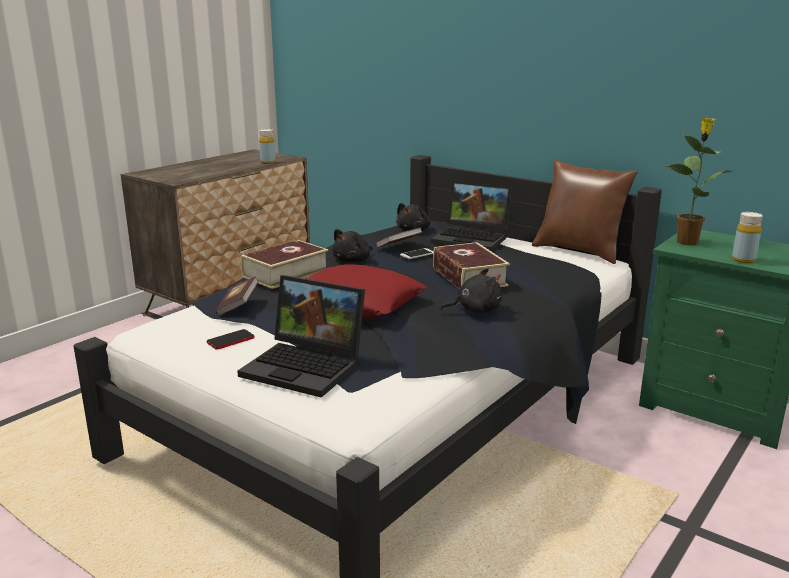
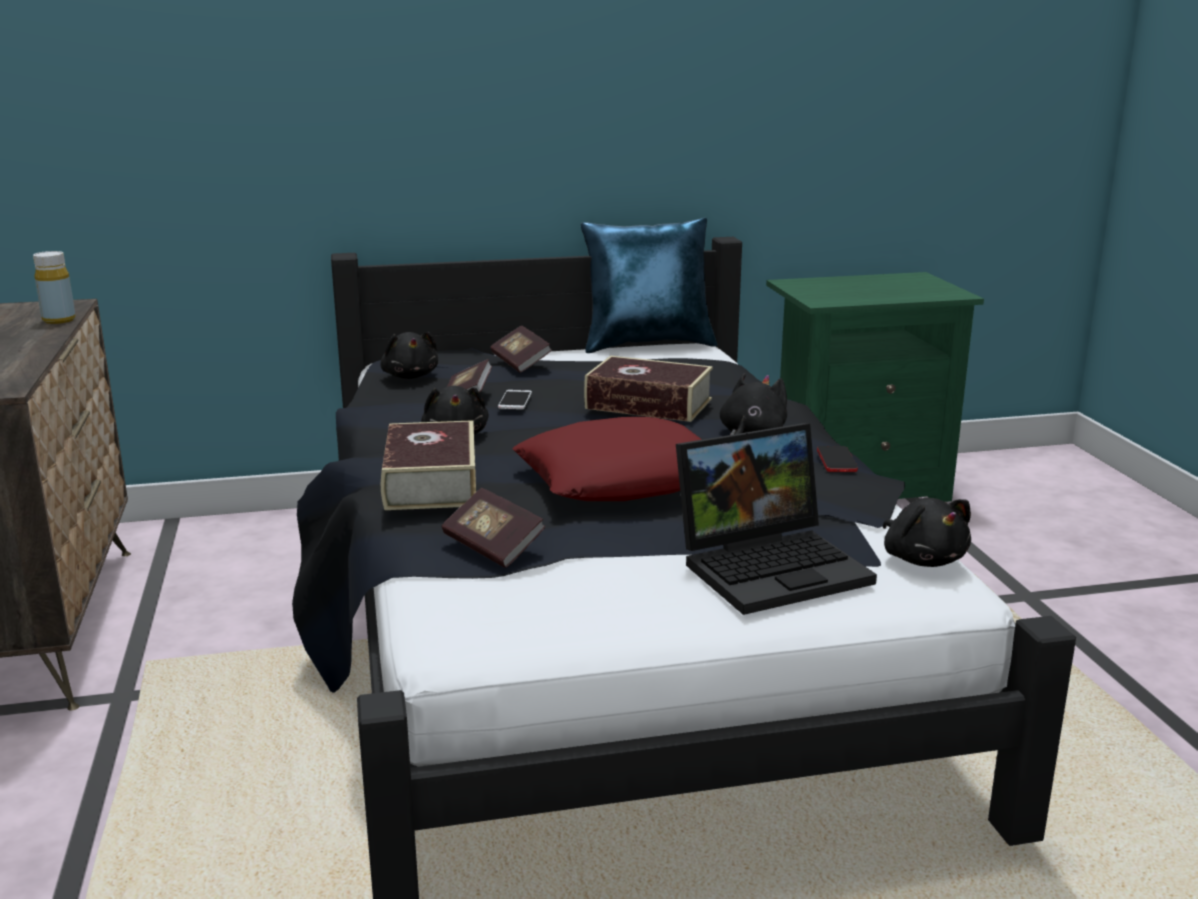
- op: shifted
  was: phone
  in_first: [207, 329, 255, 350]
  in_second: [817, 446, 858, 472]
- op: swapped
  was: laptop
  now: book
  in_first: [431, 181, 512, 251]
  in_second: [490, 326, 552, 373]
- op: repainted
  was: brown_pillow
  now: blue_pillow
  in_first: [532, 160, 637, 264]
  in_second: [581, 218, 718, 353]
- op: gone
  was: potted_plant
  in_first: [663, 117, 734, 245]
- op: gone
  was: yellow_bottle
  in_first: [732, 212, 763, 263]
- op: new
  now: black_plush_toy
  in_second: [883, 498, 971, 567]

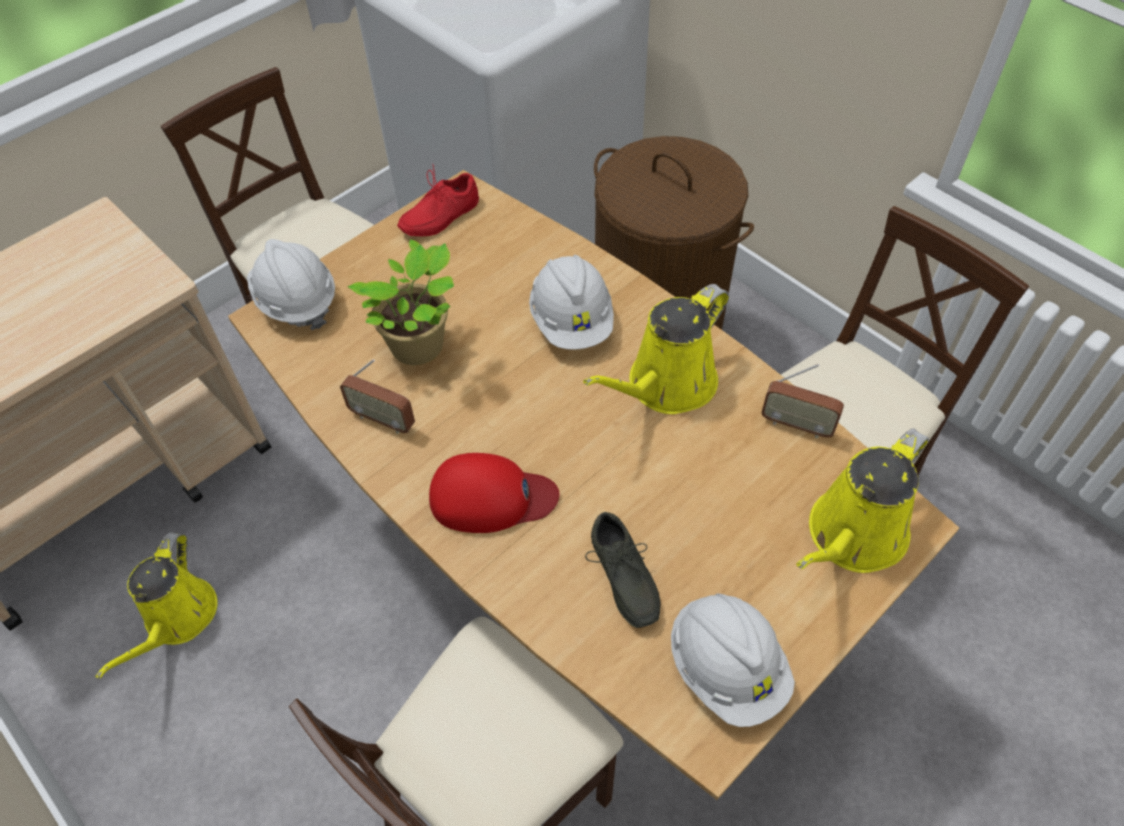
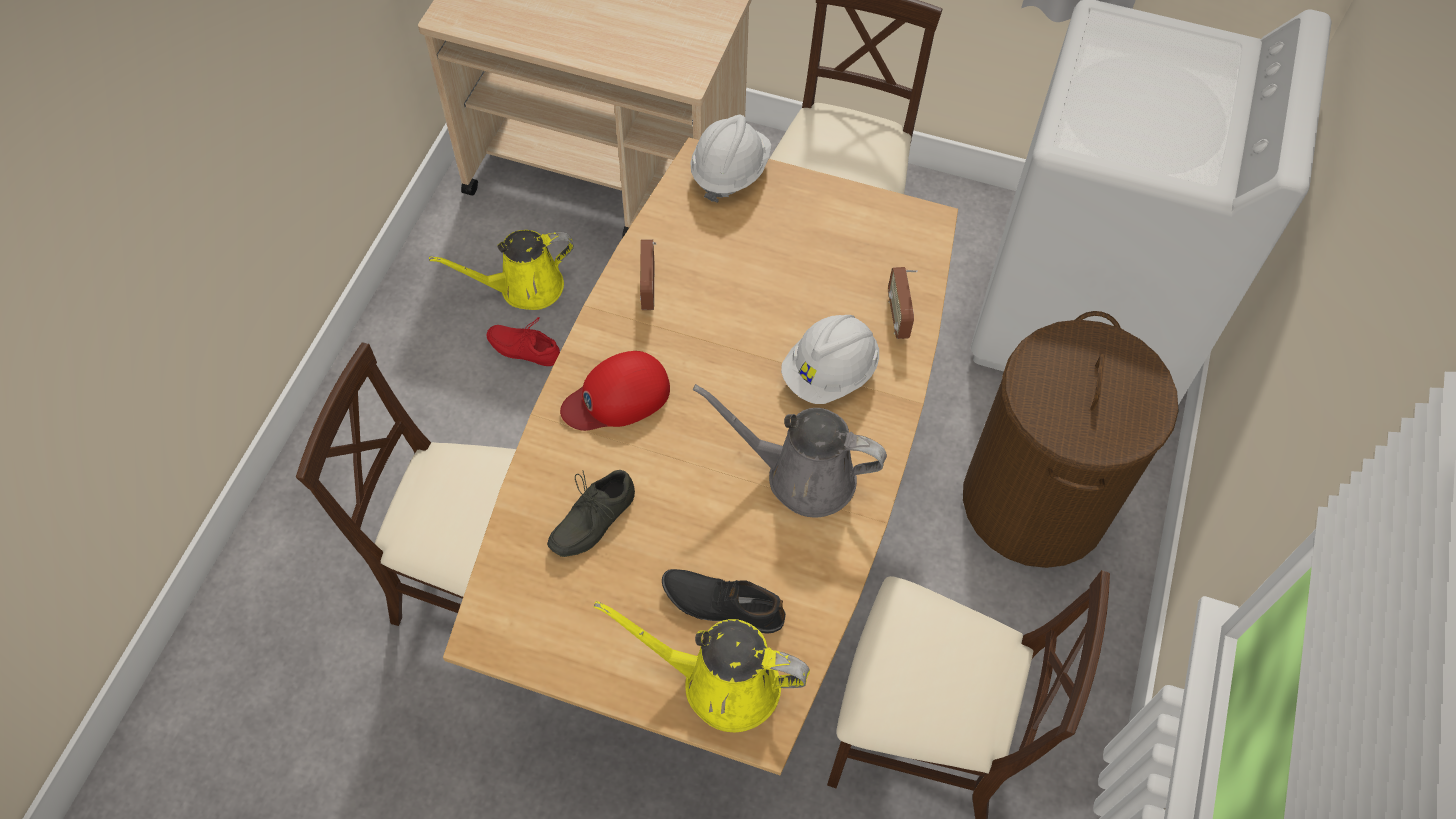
- op: gone
  was: potted_plant
  in_first: [347, 239, 454, 365]
- op: shifted
  was: red_shoe
  in_first: [397, 165, 479, 236]
  in_second: [486, 318, 560, 366]
- op: rotated
  was: red_cap
  in_first: [429, 453, 560, 533]
  in_second: [560, 351, 670, 431]
  clockwise: 90
- op: repainted
  was: yellow_watering_can
  now: grey_watering_can
  in_first: [583, 284, 729, 414]
  in_second: [693, 384, 887, 518]
- op: gone
  was: white_hard_hat
  in_first: [671, 594, 795, 727]
- op: shifted
  was: radio
  in_first: [761, 364, 844, 439]
  in_second: [888, 267, 918, 339]
- op: new
  now: black_shoe
  in_second: [662, 569, 786, 634]

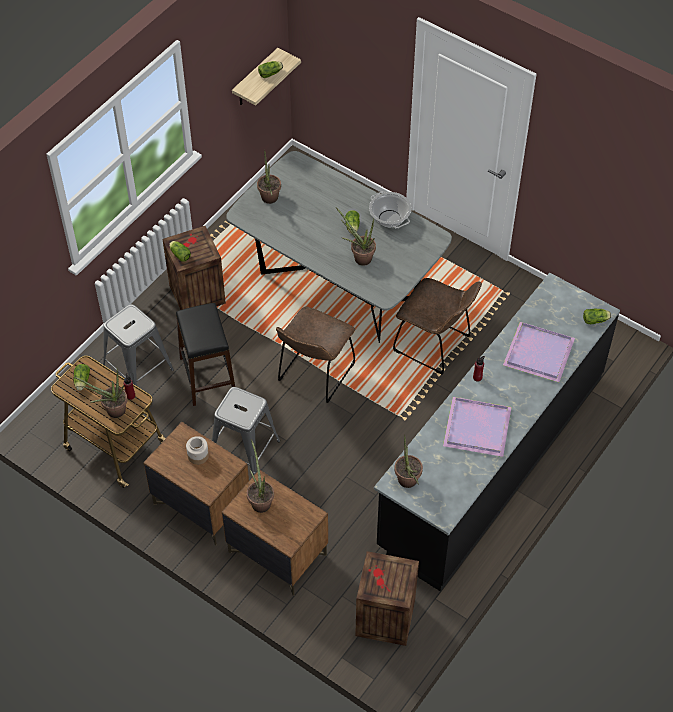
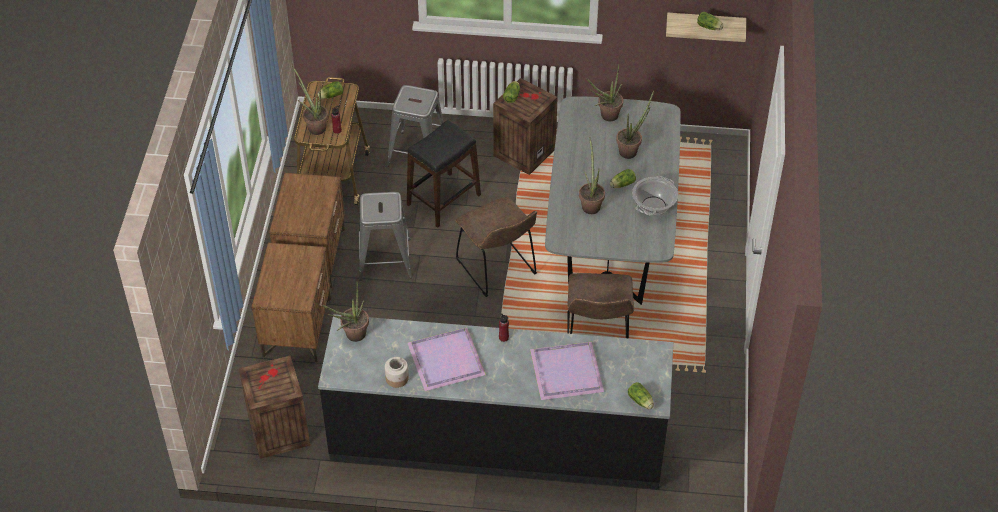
- op: shifted
  was: jar
  in_first: [186, 436, 209, 465]
  in_second: [385, 357, 409, 388]
- op: shifted
  was: potted_plant
  in_first: [247, 439, 274, 513]
  in_second: [616, 91, 654, 159]
- op: rotated
  was: brown_chair
  in_first: [276, 306, 355, 403]
  in_second: [456, 197, 537, 297]
  clockwise: -120

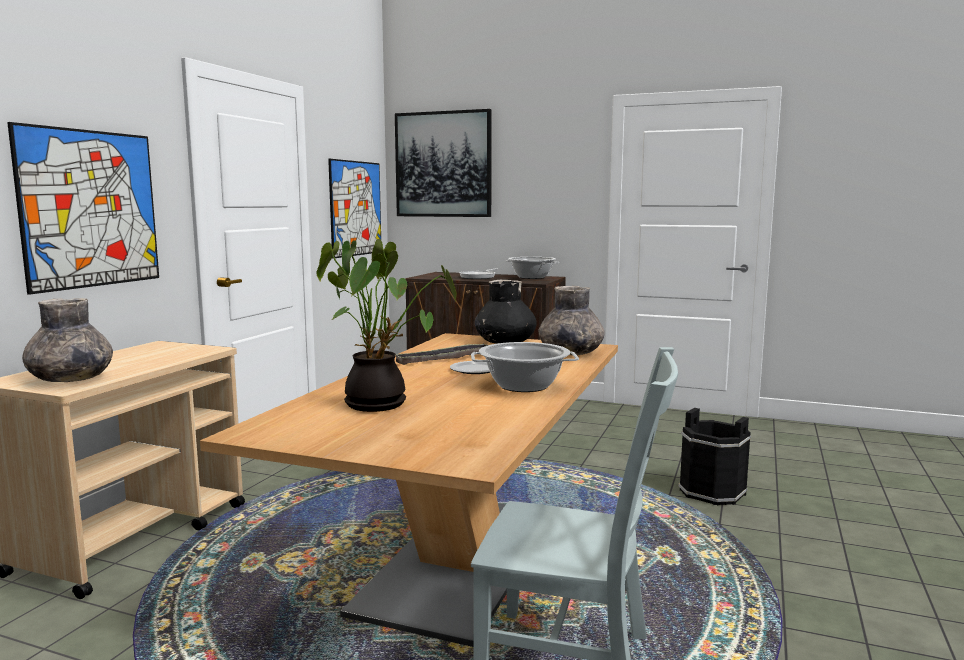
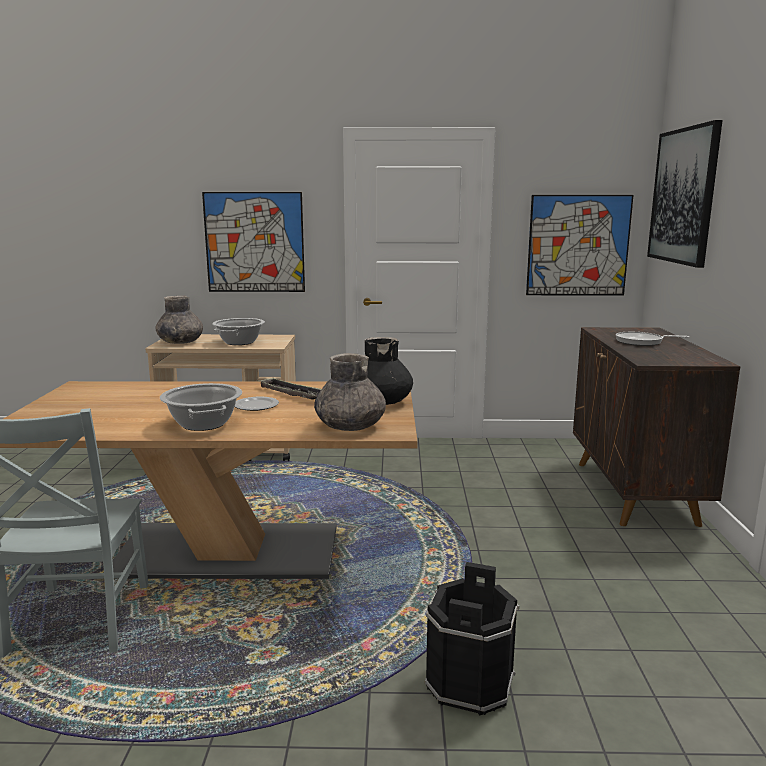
- op: gone
  was: potted_plant
  in_first: [317, 239, 457, 412]
- op: shifted
  was: cooking_pot
  in_first: [505, 257, 560, 279]
  in_second: [212, 318, 265, 345]

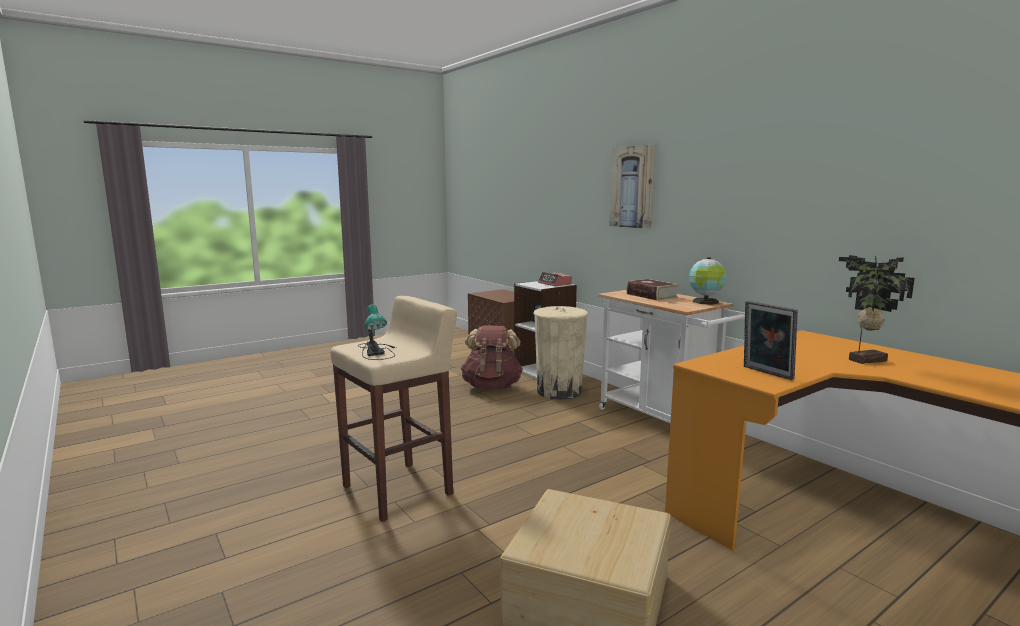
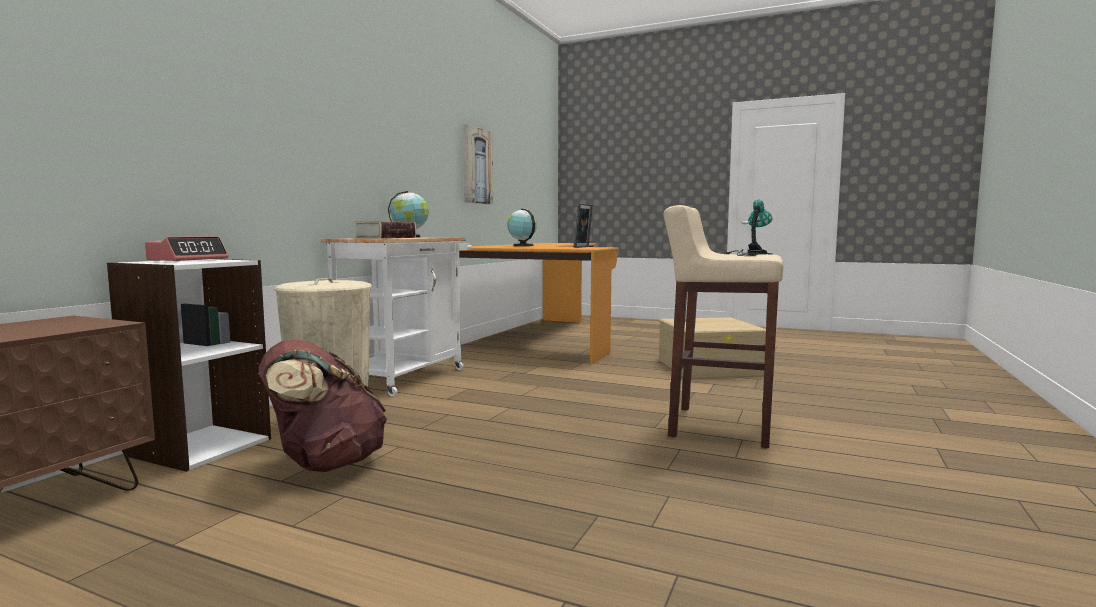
- op: shifted
  was: picture
  in_first: [609, 145, 655, 229]
  in_second: [463, 124, 493, 204]
- op: swapped
  was: potted_plant
  now: globe
  in_first: [839, 255, 915, 364]
  in_second: [507, 209, 537, 246]

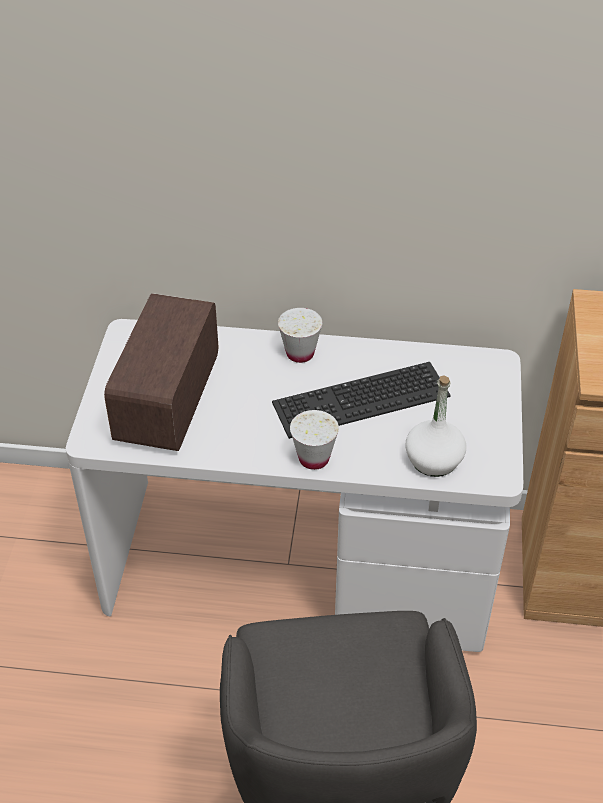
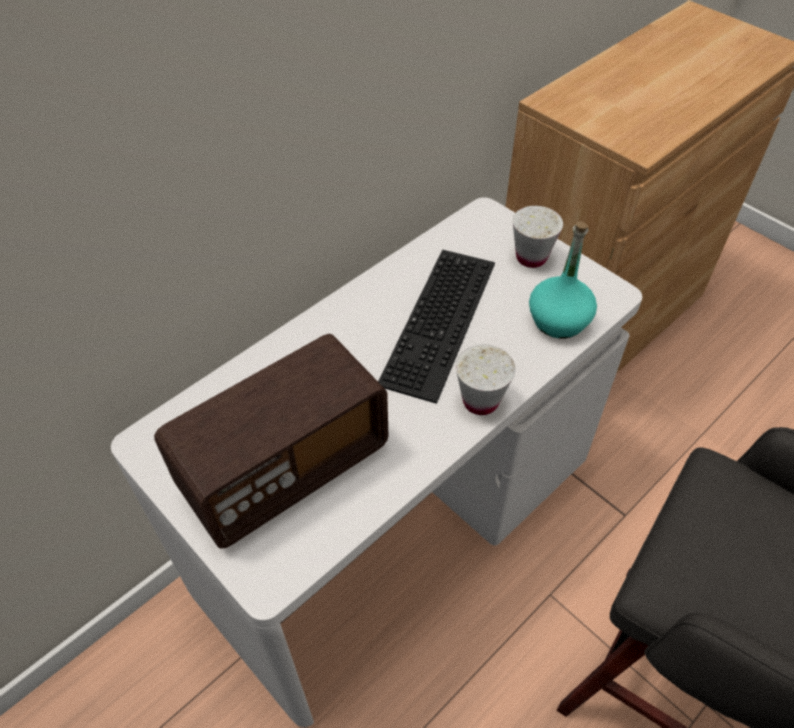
- op: rotated
  was: radio
  in_first: [104, 293, 218, 451]
  in_second: [154, 334, 389, 549]
  clockwise: -90
- op: shifted
  was: white_cup
  in_first: [278, 308, 322, 363]
  in_second: [513, 206, 563, 268]
- op: repainted
  was: white_bottle
  now: turquoise_bottle
  in_first: [405, 375, 466, 477]
  in_second: [529, 221, 597, 338]

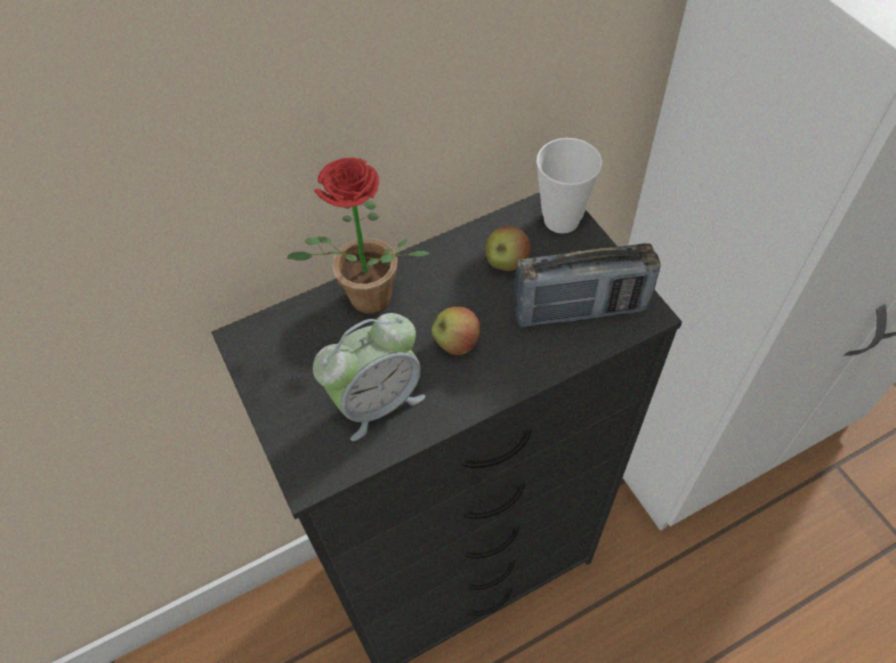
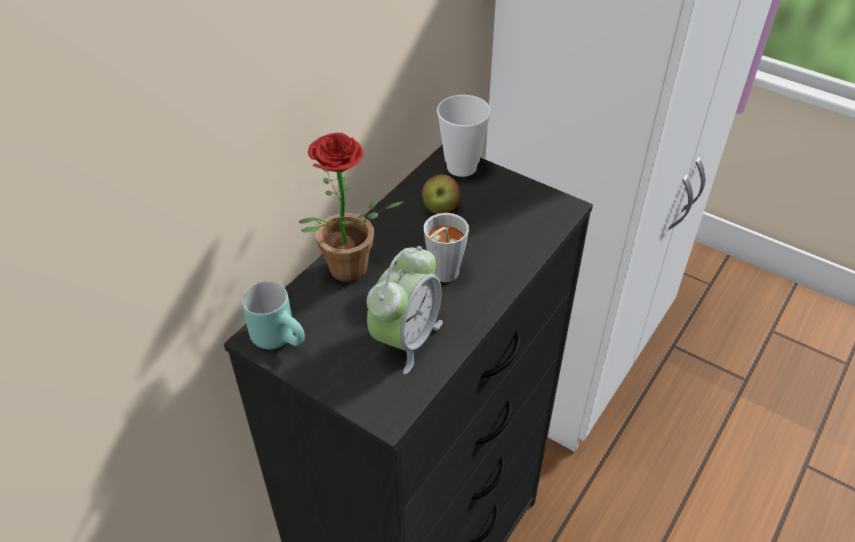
- op: swapped
  was: apple
  now: grey_cup
  in_first: [431, 307, 481, 355]
  in_second: [424, 213, 469, 282]
- op: gone
  was: radio
  in_first: [514, 243, 661, 327]
- op: new
  now: turquoise_mug
  in_second: [242, 281, 305, 349]

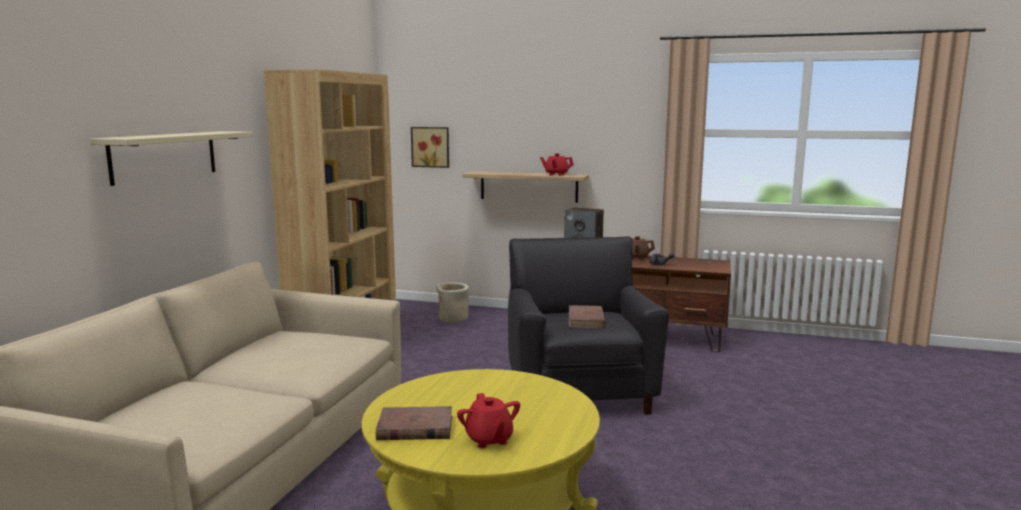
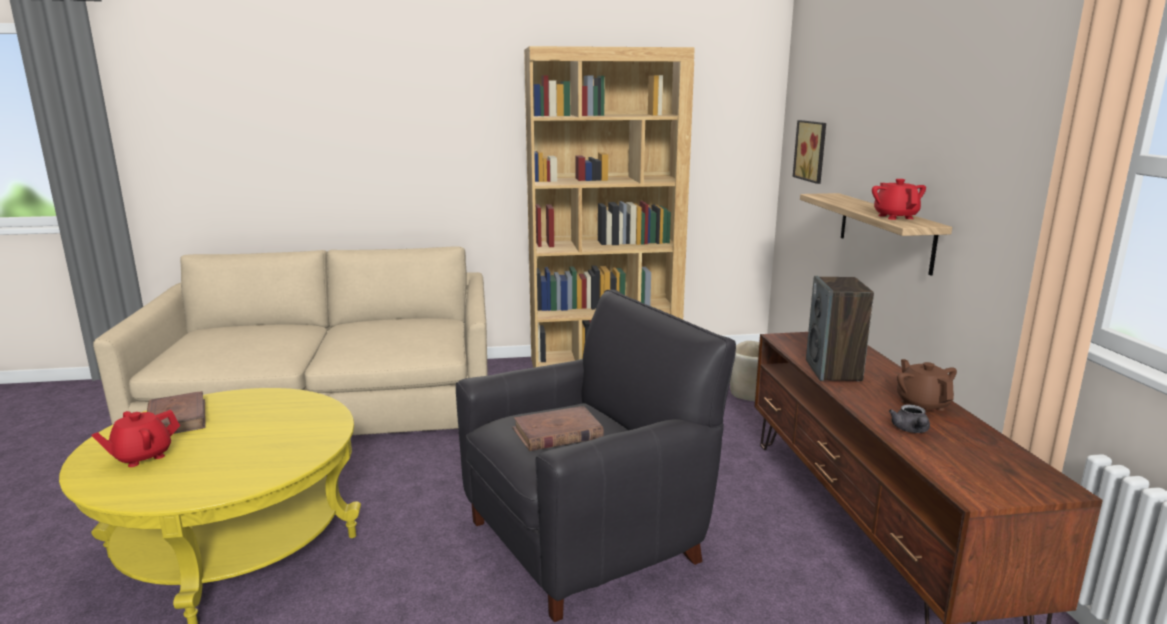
- op: gone
  was: beige_shelf
  in_first: [89, 131, 253, 186]

